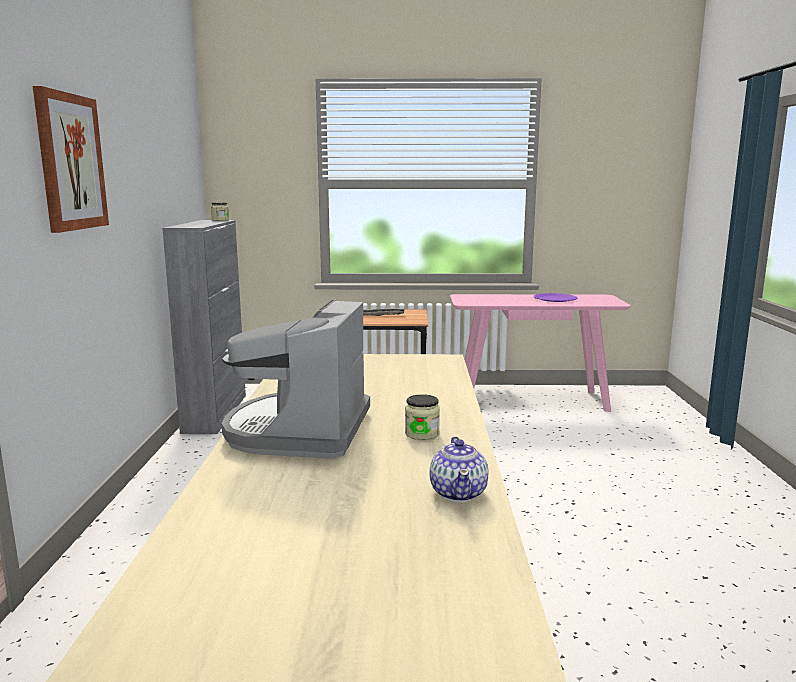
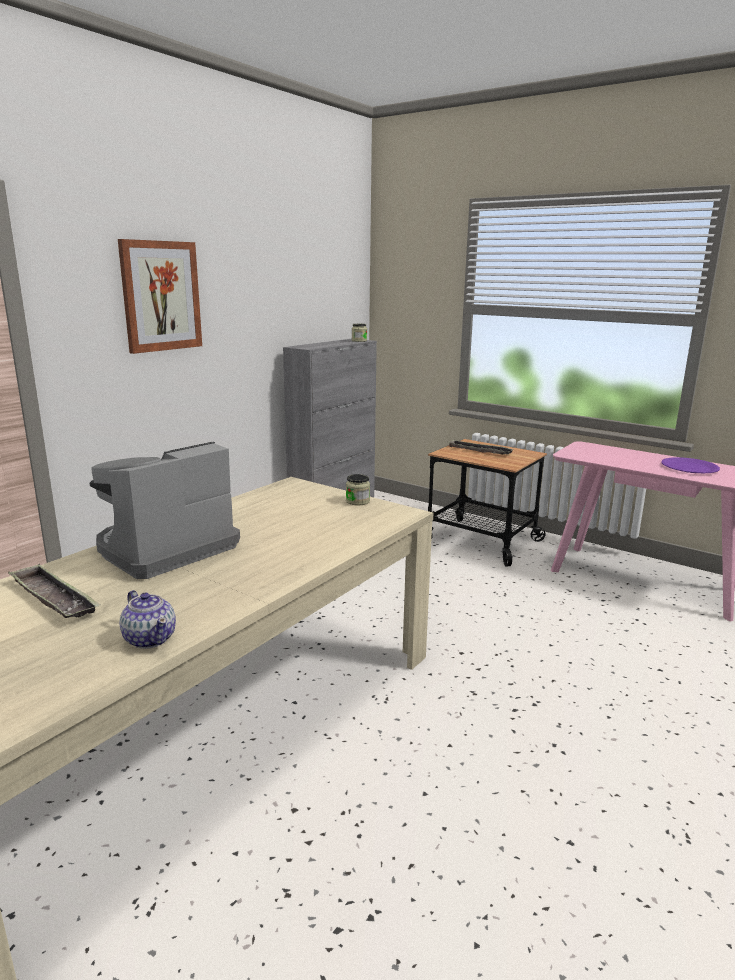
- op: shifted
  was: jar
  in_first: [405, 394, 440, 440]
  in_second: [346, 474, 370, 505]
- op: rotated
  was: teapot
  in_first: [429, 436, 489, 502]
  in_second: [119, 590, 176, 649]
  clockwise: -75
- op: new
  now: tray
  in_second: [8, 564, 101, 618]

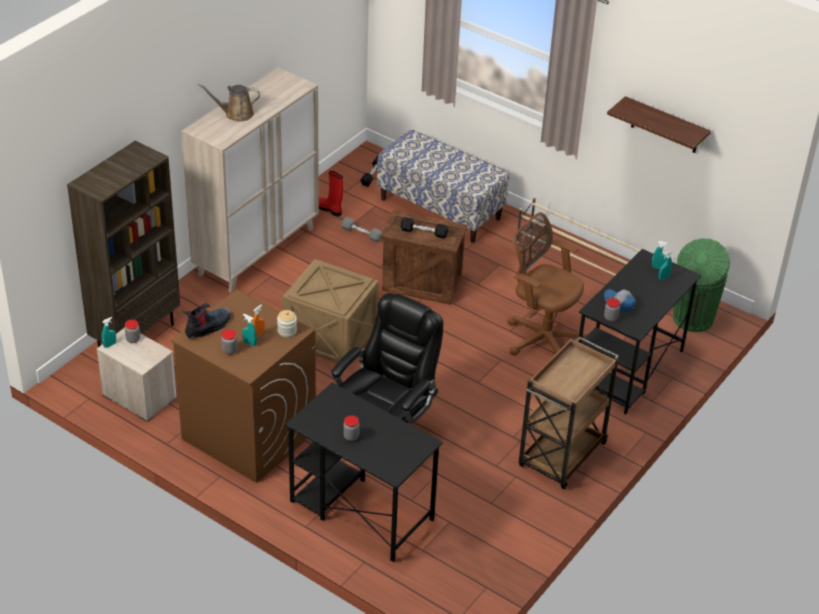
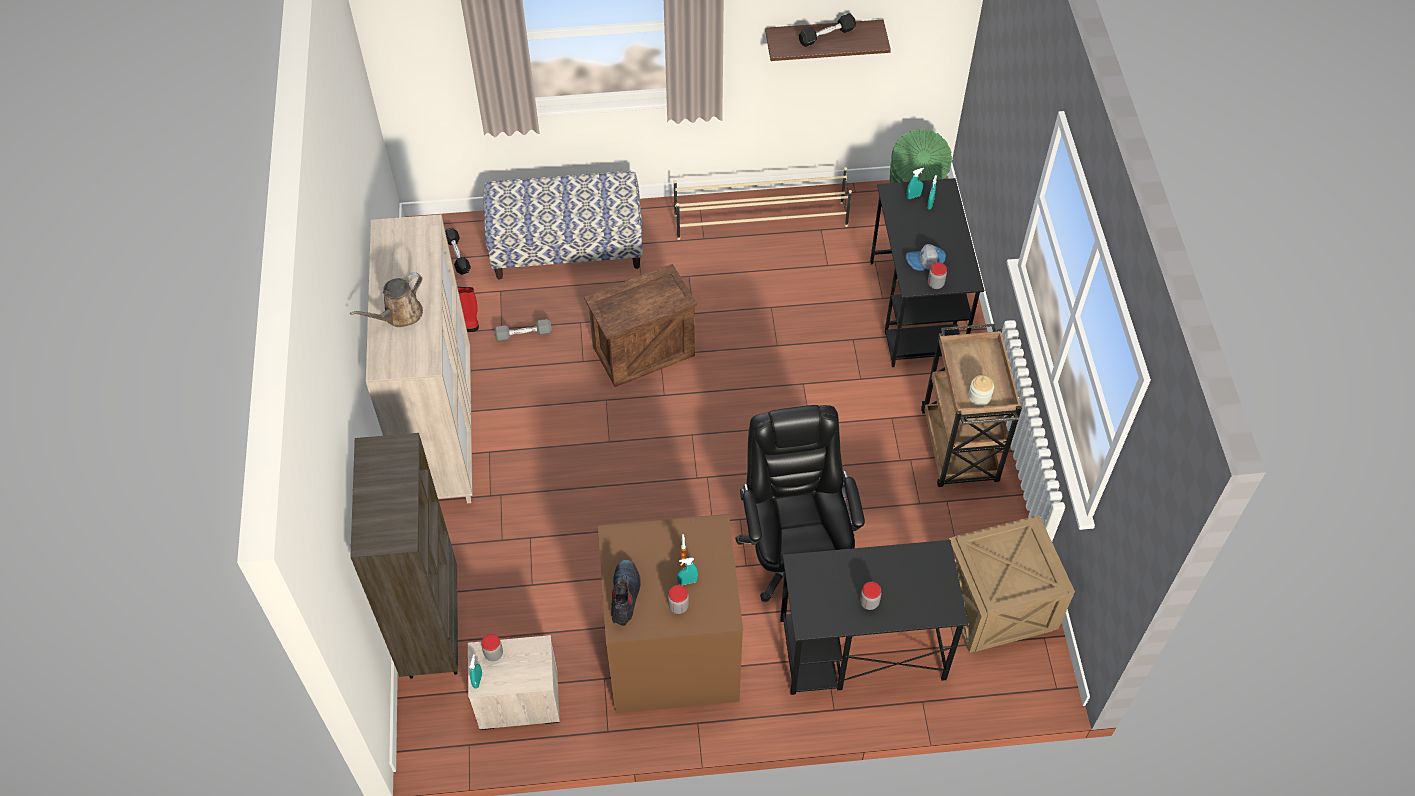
- op: shifted
  was: jar
  in_first: [277, 310, 297, 337]
  in_second: [968, 375, 994, 406]
- op: shifted
  was: crate
  in_first: [282, 259, 379, 363]
  in_second: [948, 515, 1075, 653]
- op: shifted
  was: black_dumbbell
  in_first: [401, 217, 448, 239]
  in_second: [799, 13, 856, 47]
- op: gone
  was: brown_office_chair
  in_first: [508, 212, 589, 356]

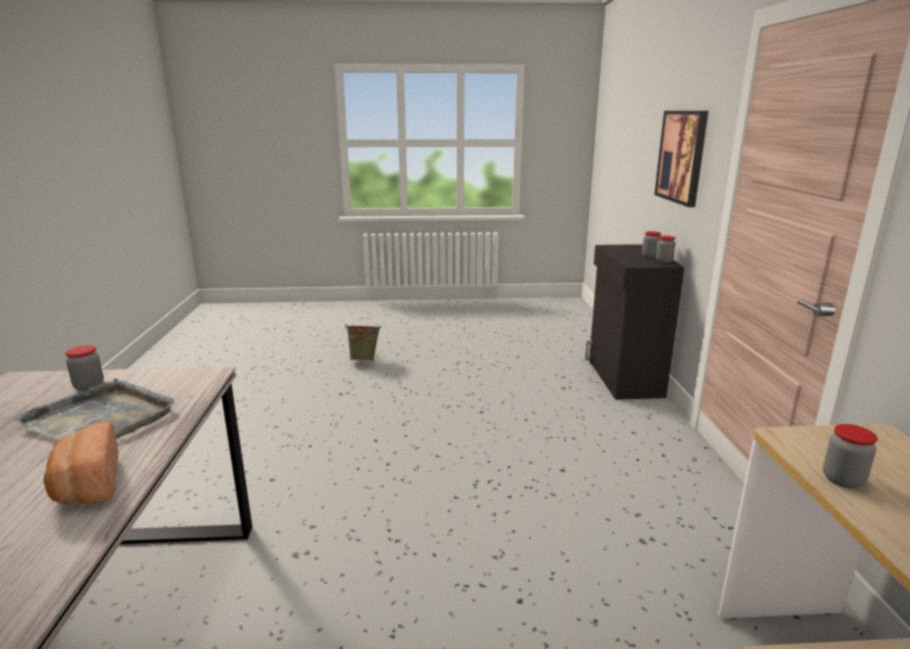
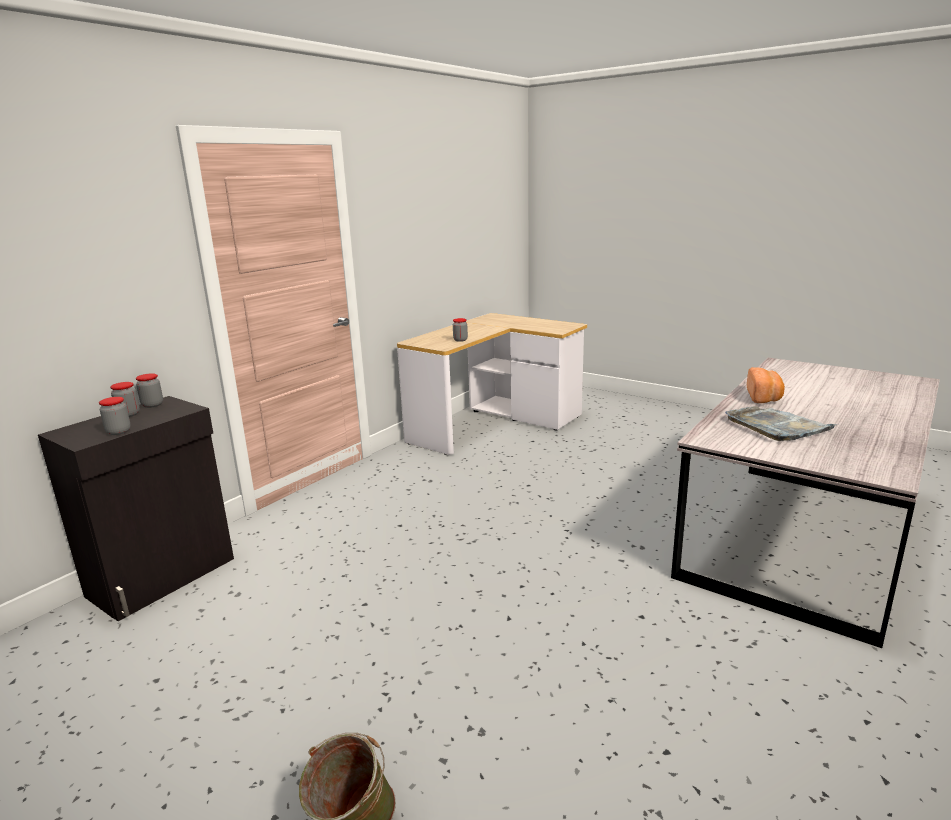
- op: shifted
  was: jar
  in_first: [65, 345, 104, 391]
  in_second: [99, 397, 131, 435]
- op: gone
  was: picture
  in_first: [654, 111, 708, 207]

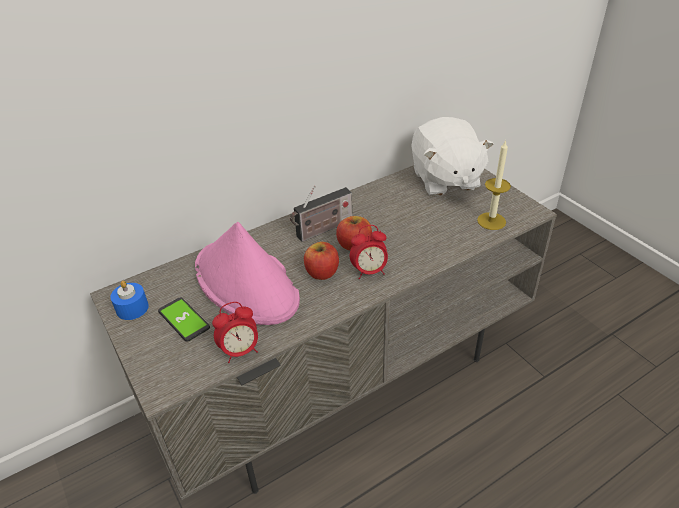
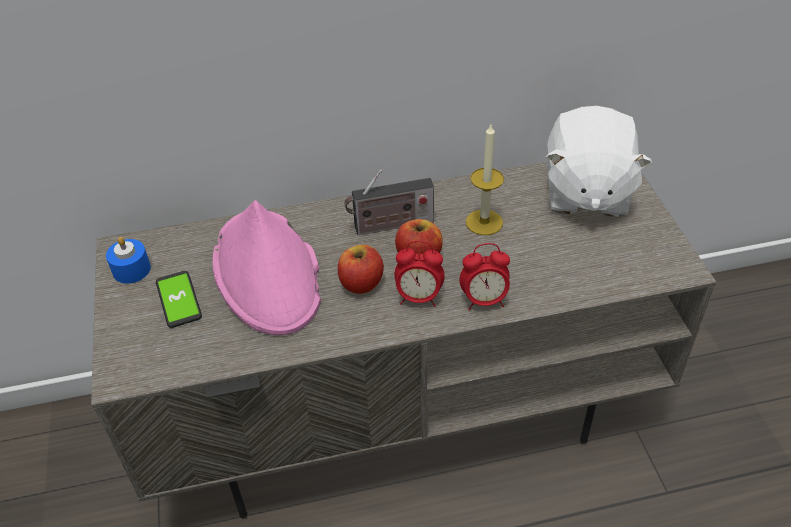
- op: shifted
  was: alarm_clock
  in_first: [212, 302, 258, 363]
  in_second: [459, 243, 510, 310]
- op: shifted
  was: candle
  in_first: [477, 140, 511, 230]
  in_second: [466, 125, 504, 235]

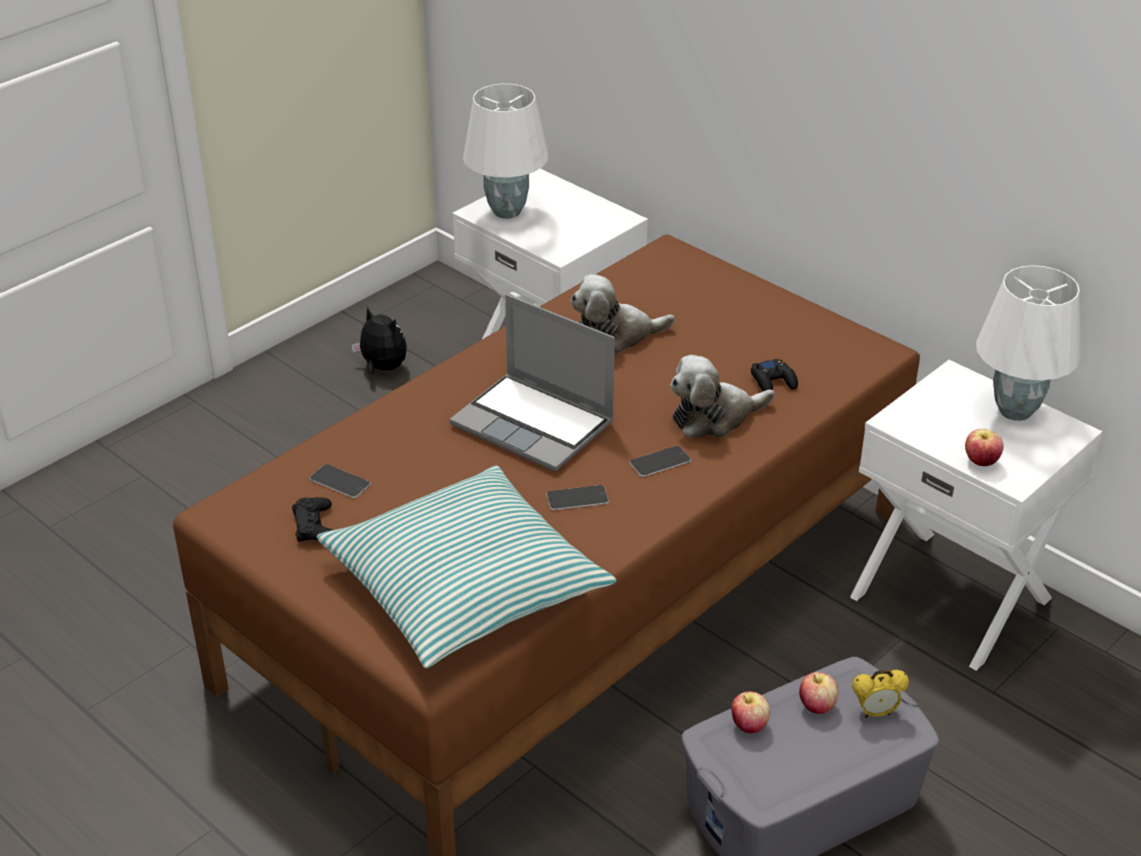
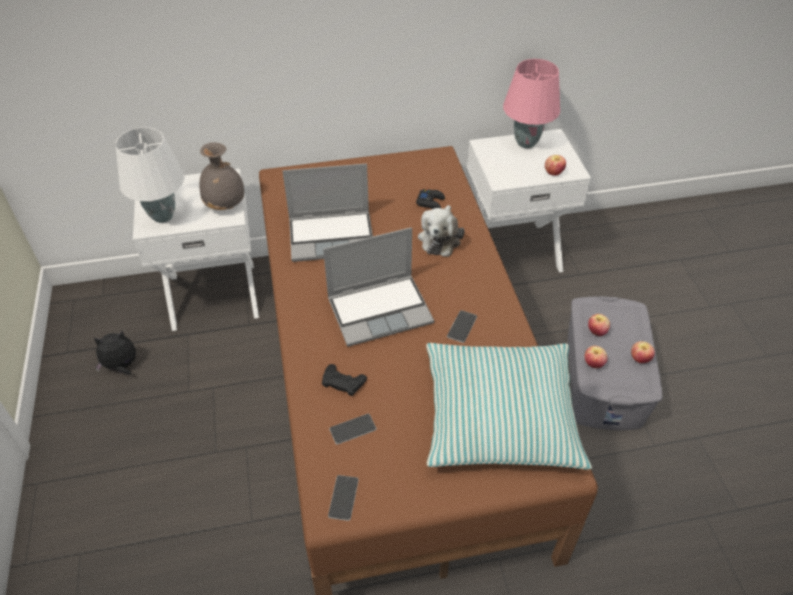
- op: shifted
  was: black_game_controller
  in_first: [292, 497, 332, 542]
  in_second: [322, 364, 367, 396]
- op: swapped
  was: plush_toy
  now: laptop
  in_first: [570, 274, 675, 354]
  in_second: [283, 163, 373, 262]
- op: shifted
  was: phone
  in_first: [629, 446, 691, 477]
  in_second: [328, 475, 359, 521]
- op: gone
  was: alarm_clock
  in_first: [852, 669, 909, 718]
- op: repainted
  was: white_table_lamp
  now: pink_table_lamp
  in_first: [976, 265, 1081, 421]
  in_second: [503, 59, 560, 149]
- op: new
  now: grey_vase
  in_second: [199, 142, 244, 210]
- op: new
  now: apple
  in_second: [631, 341, 655, 363]

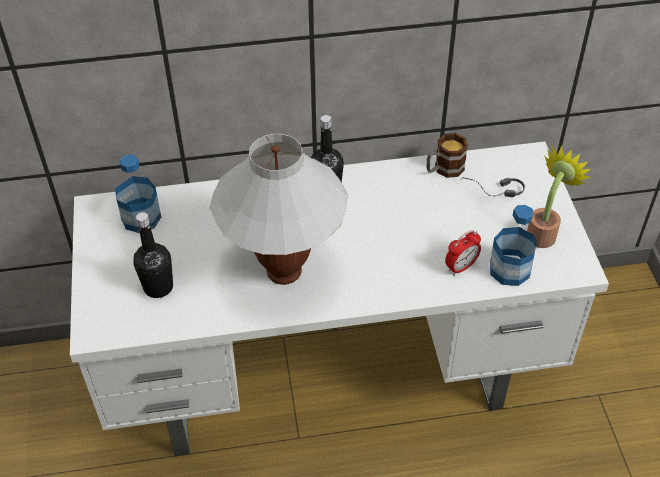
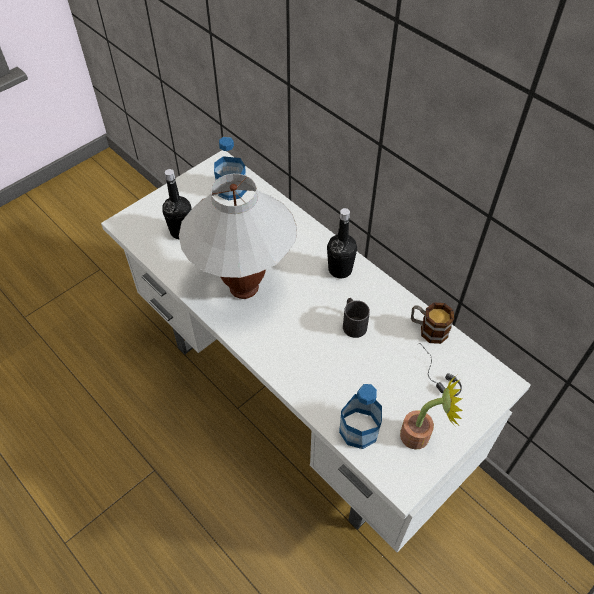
- op: gone
  was: alarm_clock
  in_first: [445, 230, 481, 275]
- op: new
  now: black_mug
  in_second: [343, 298, 370, 338]

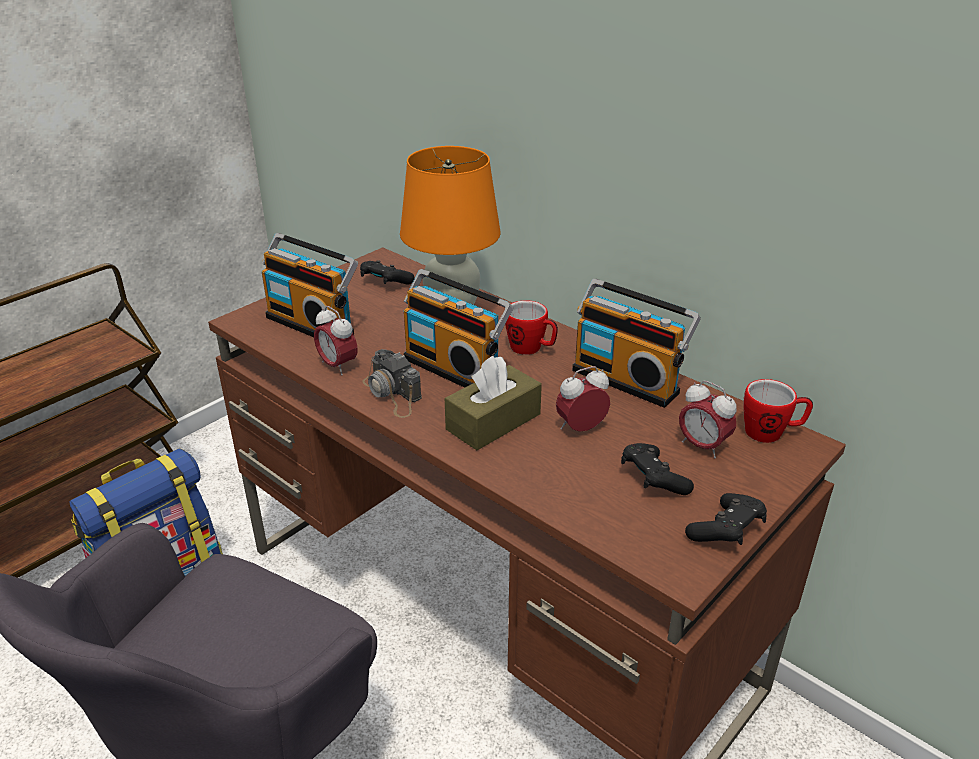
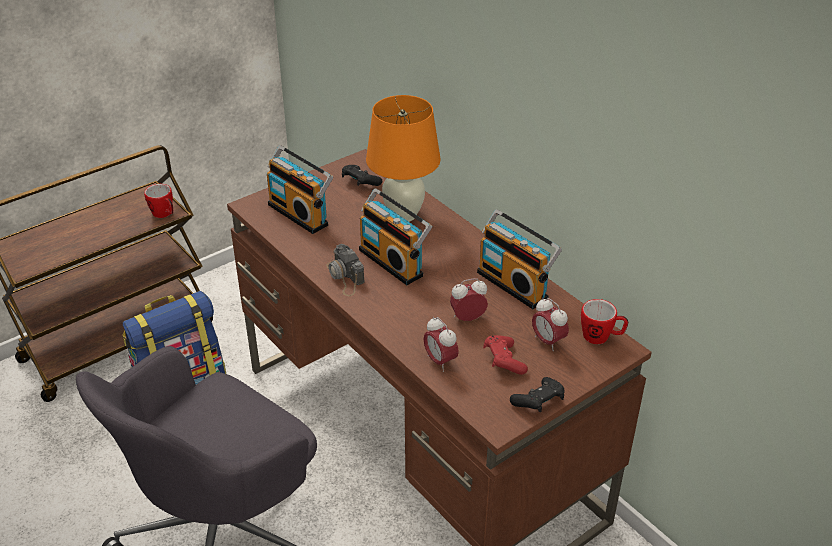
- op: shifted
  was: alarm_clock
  in_first: [314, 306, 358, 376]
  in_second: [424, 317, 459, 372]
- op: gone
  was: brown_tissue_box
  in_first: [445, 356, 542, 450]
- op: shifted
  was: mug
  in_first: [505, 300, 558, 355]
  in_second: [144, 184, 173, 218]
- op: repainted
  was: black_game_controller
  now: red_game_controller
  in_first: [621, 443, 694, 495]
  in_second: [483, 335, 528, 375]

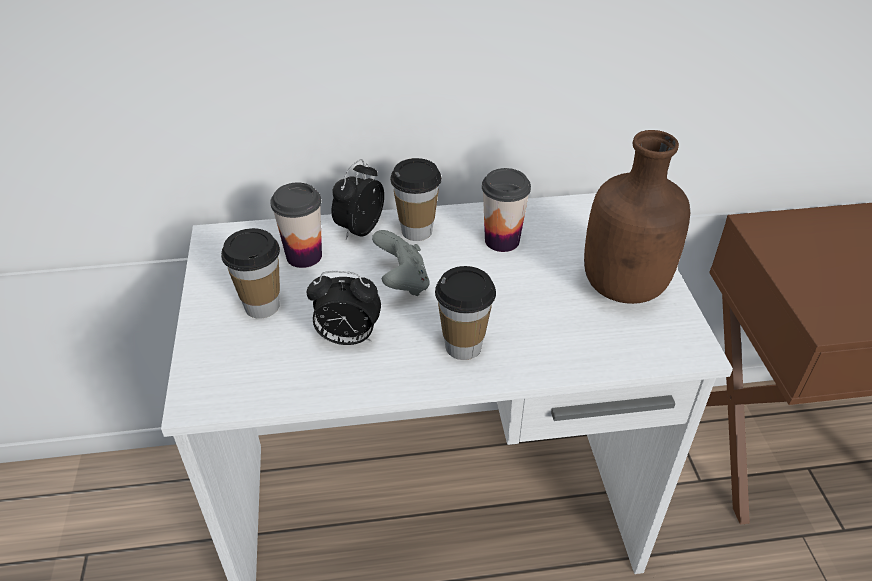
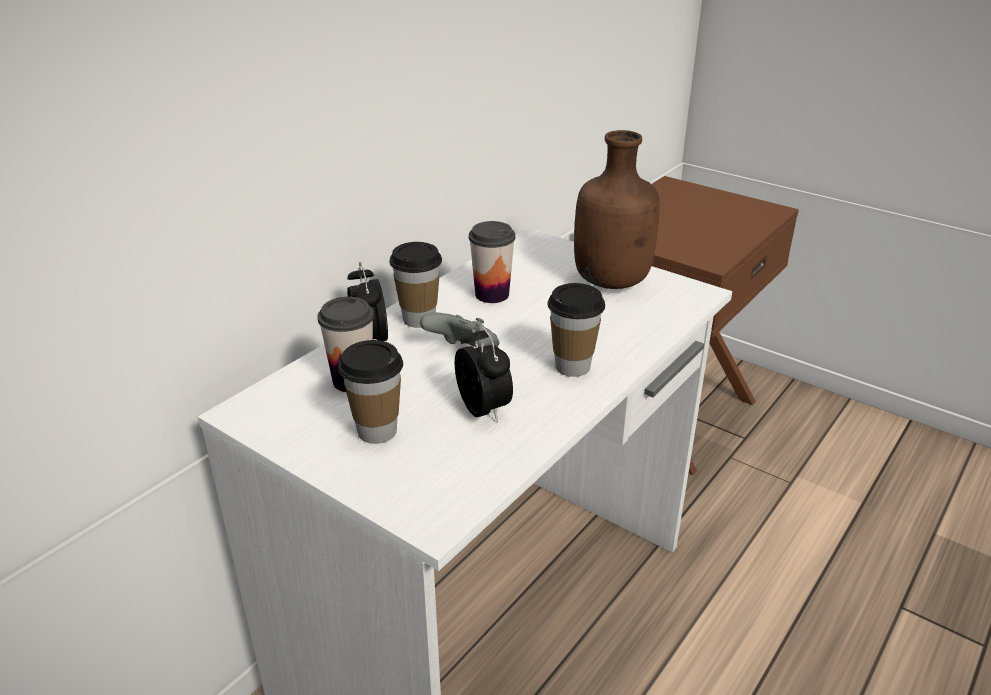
- op: rotated
  was: alarm_clock
  in_first: [306, 271, 381, 345]
  in_second: [455, 323, 513, 422]
  clockwise: -75

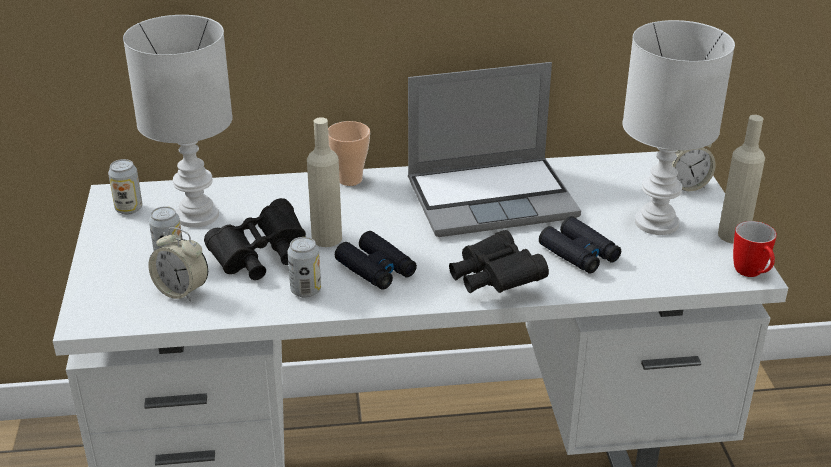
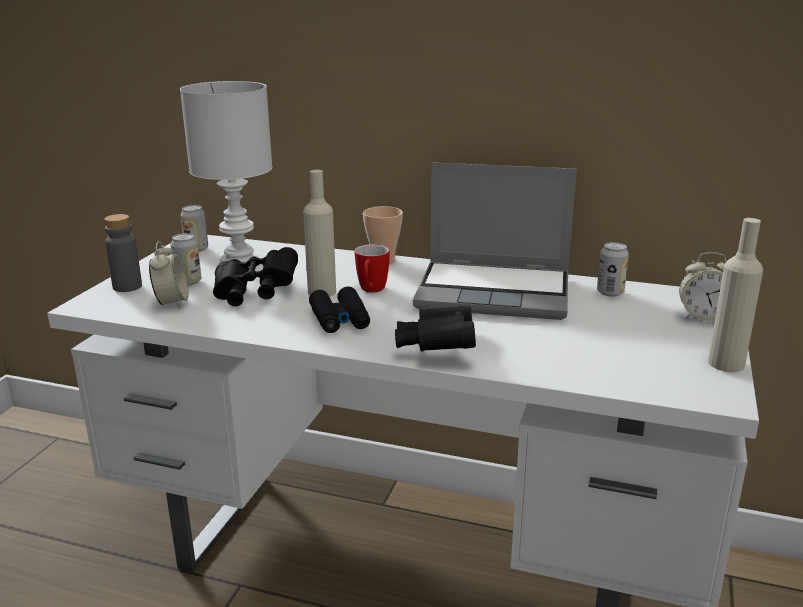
- op: rotated
  was: alarm_clock
  in_first: [148, 227, 208, 302]
  in_second: [149, 241, 189, 308]
  clockwise: -150
- op: shifted
  was: can
  in_first: [287, 237, 321, 298]
  in_second: [597, 242, 629, 297]
- op: gone
  was: black_binoculars
  in_first: [539, 216, 621, 274]
- op: gone
  was: white_table_lamp
  in_first: [623, 20, 735, 235]
- op: shifted
  was: mug
  in_first: [733, 221, 777, 277]
  in_second: [355, 244, 390, 292]
- op: new
  now: grey_bottle
  in_second: [105, 214, 142, 292]

